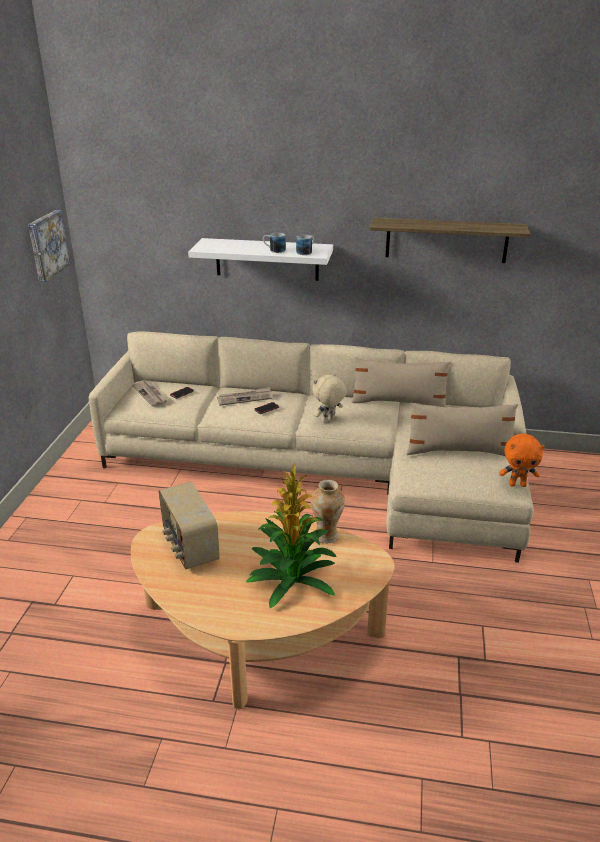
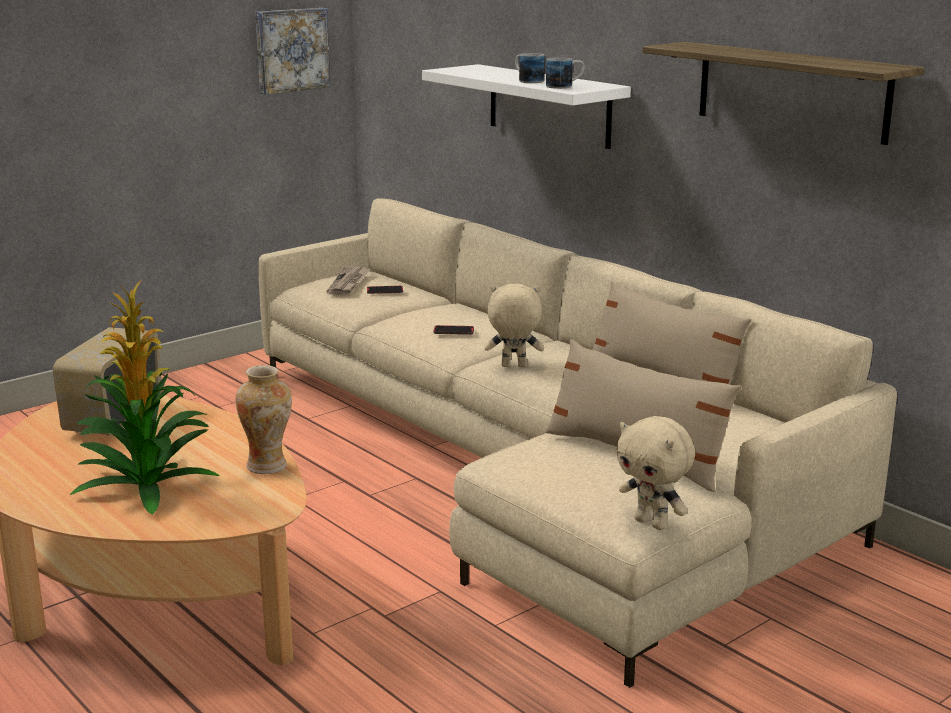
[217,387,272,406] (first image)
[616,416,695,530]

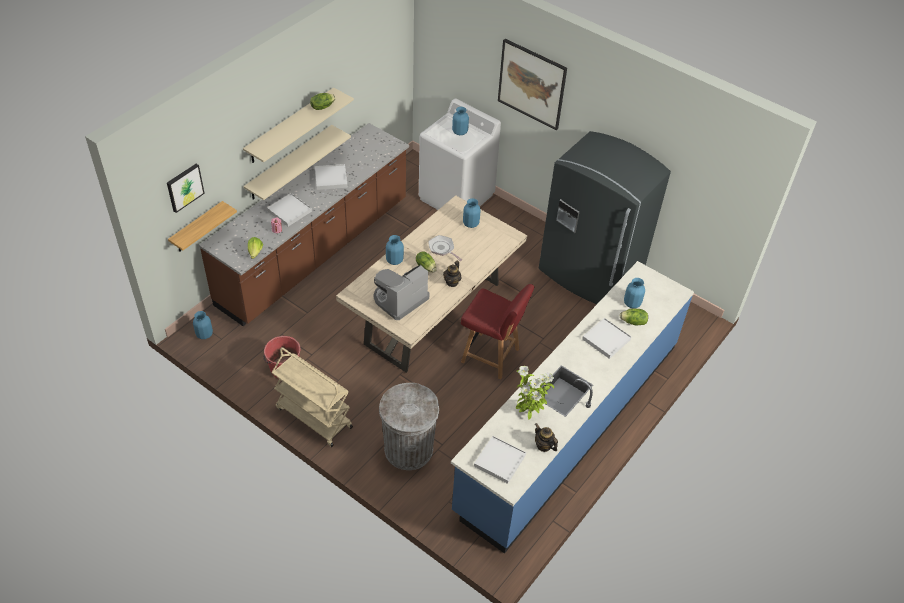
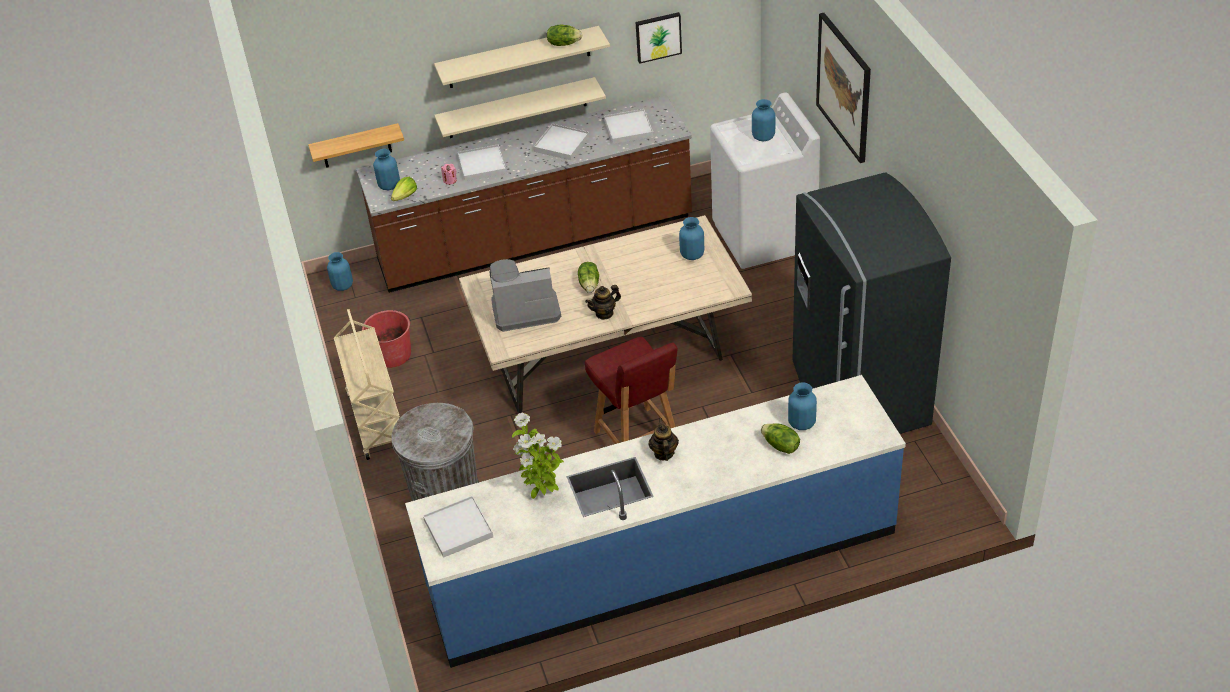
[428,235,463,261] (first image)
[636,12,682,64]
[373,149,400,190]
[648,418,679,461]
[604,109,653,144]

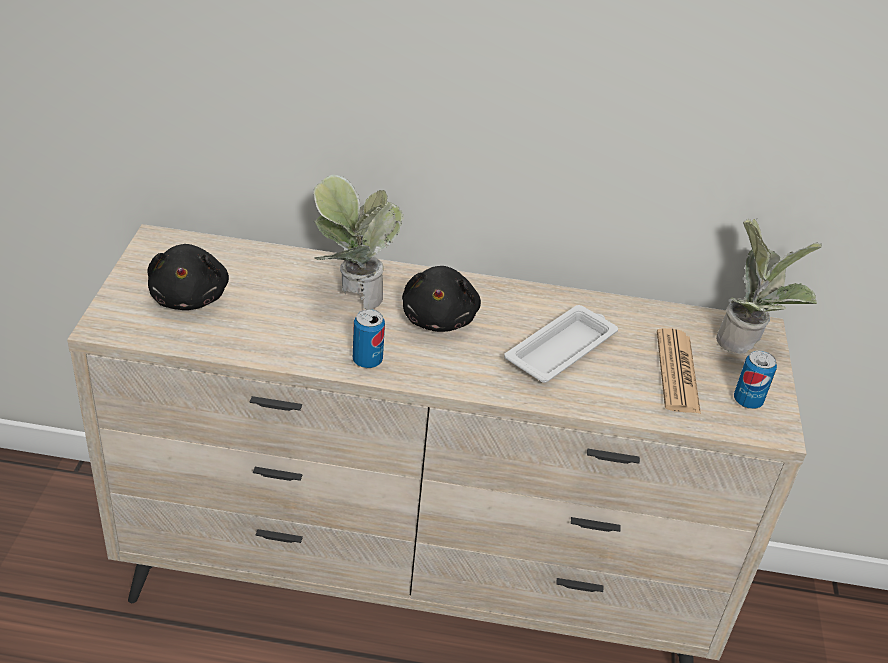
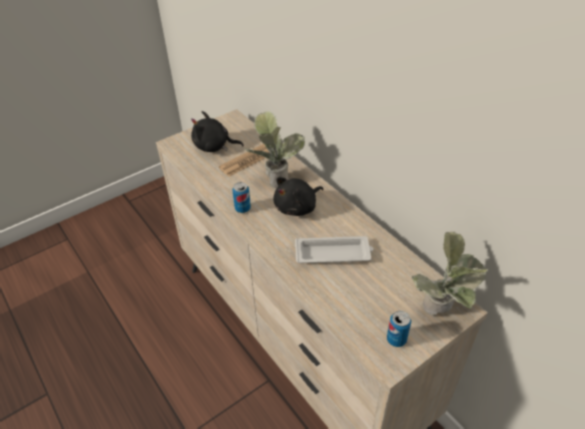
[219,144,270,177]
[191,111,244,152]

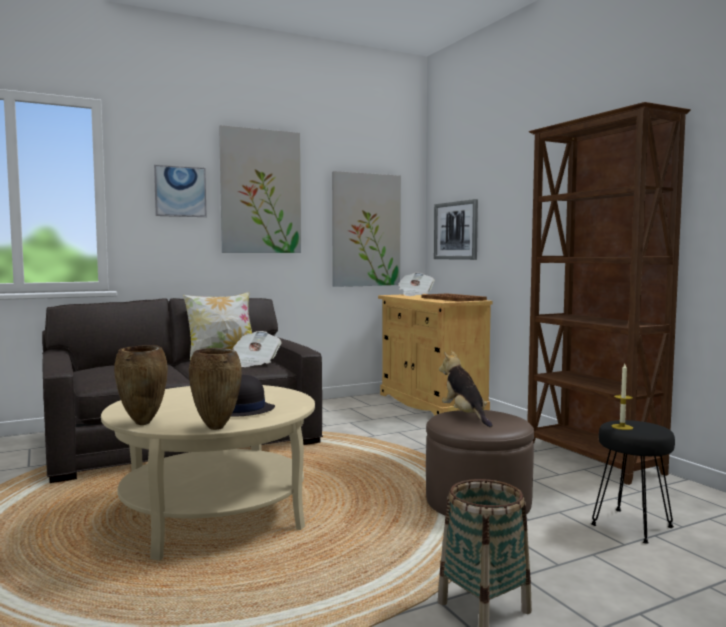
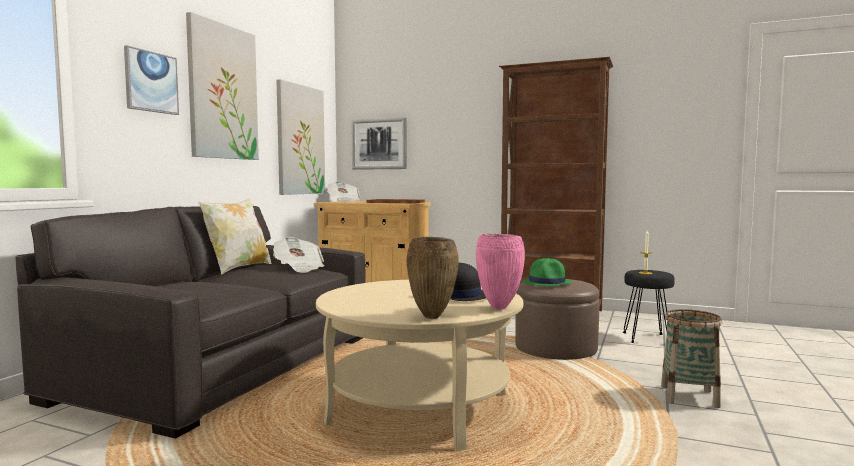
[522,258,573,286]
[476,234,525,310]

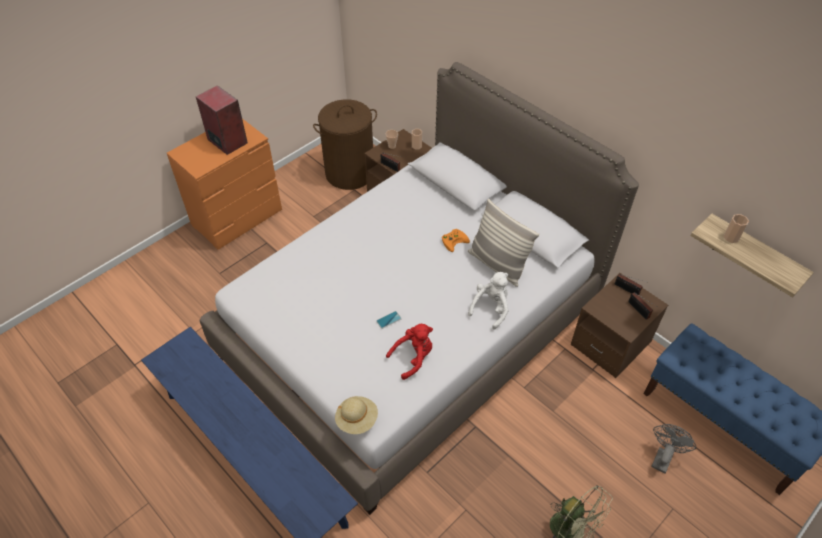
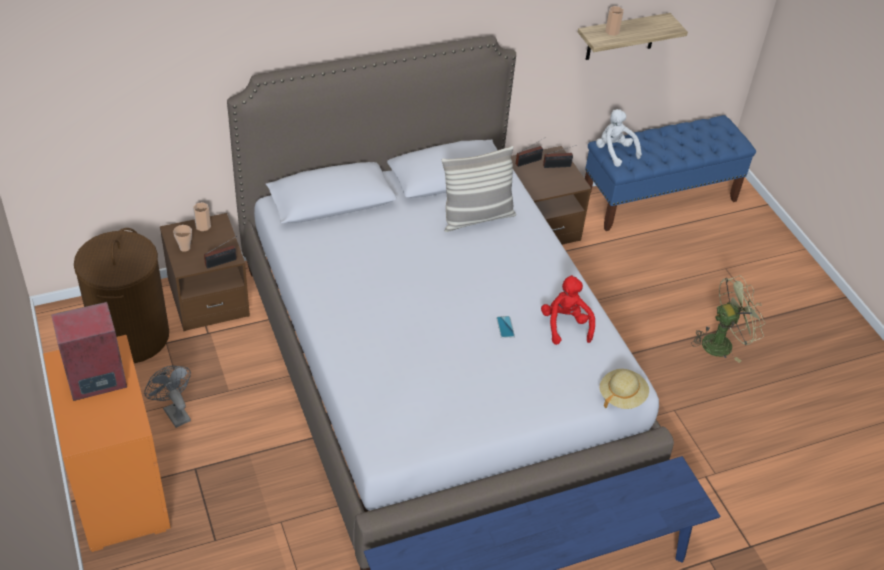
[442,229,470,252] (first image)
[596,109,642,167]
[144,366,191,428]

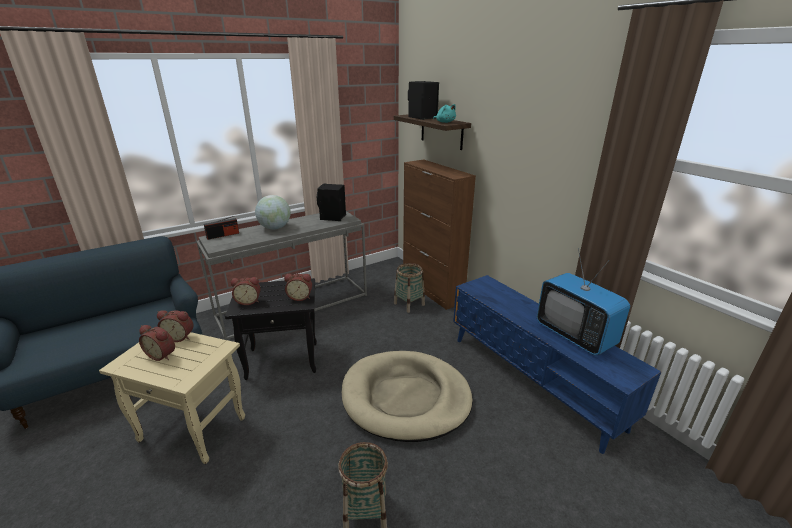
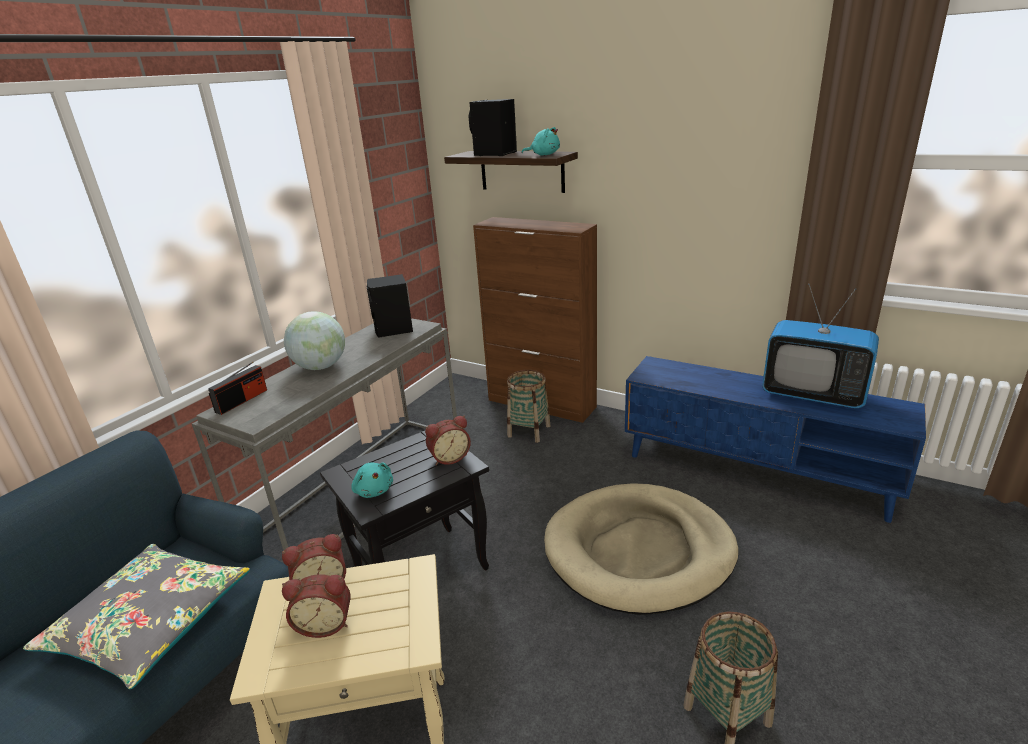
[23,544,250,689]
[351,463,393,498]

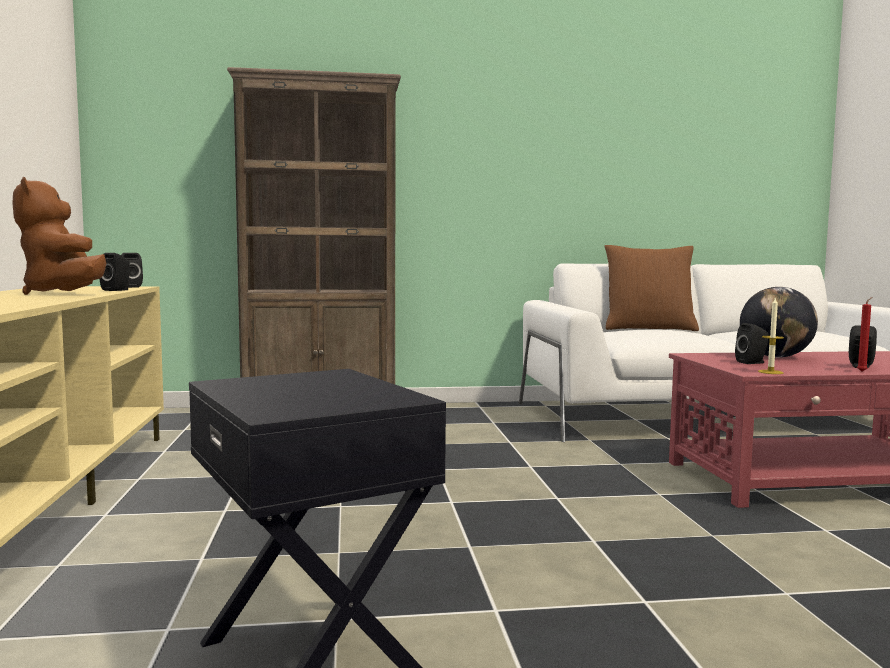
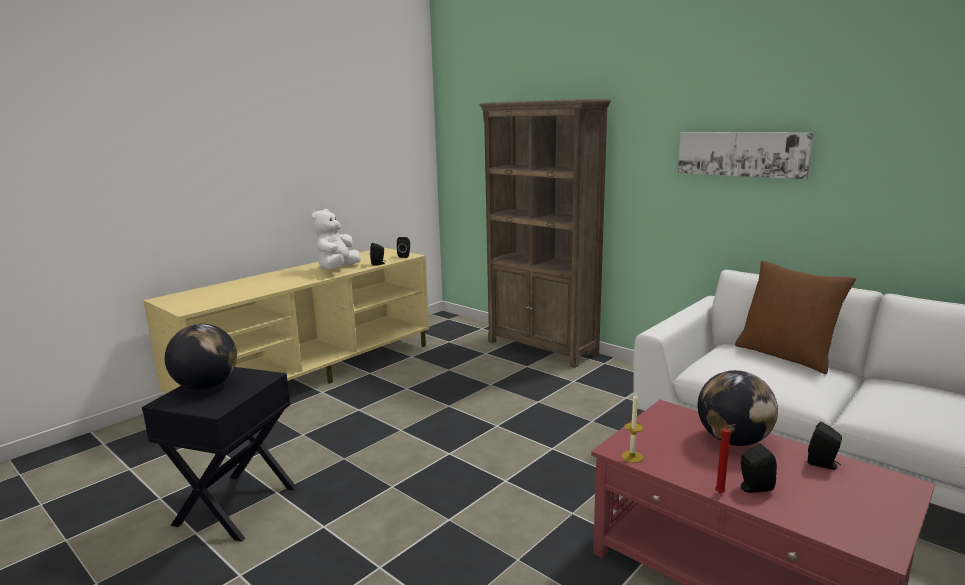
[165,324,237,390]
[678,132,814,180]
[808,422,842,470]
[311,209,361,269]

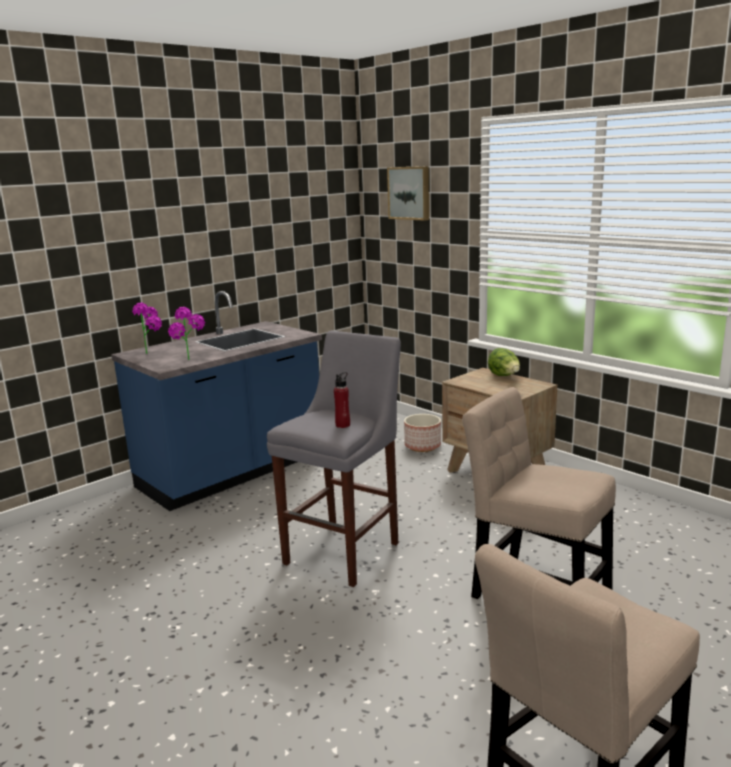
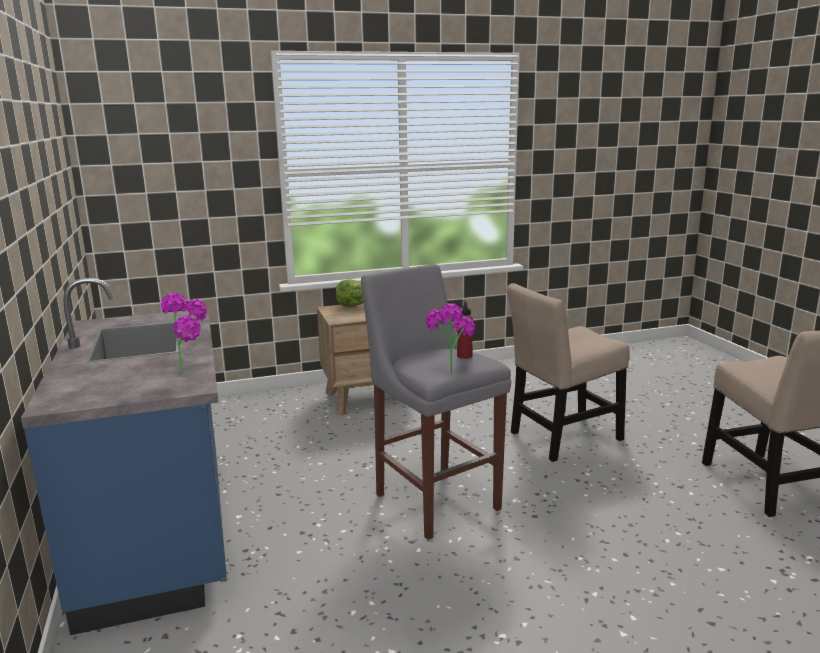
[387,166,429,221] (first image)
[404,414,441,452] (first image)
[426,303,475,375]

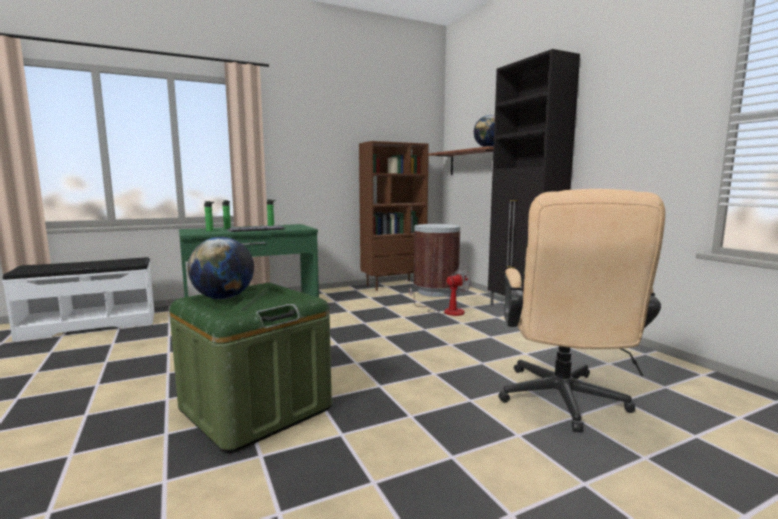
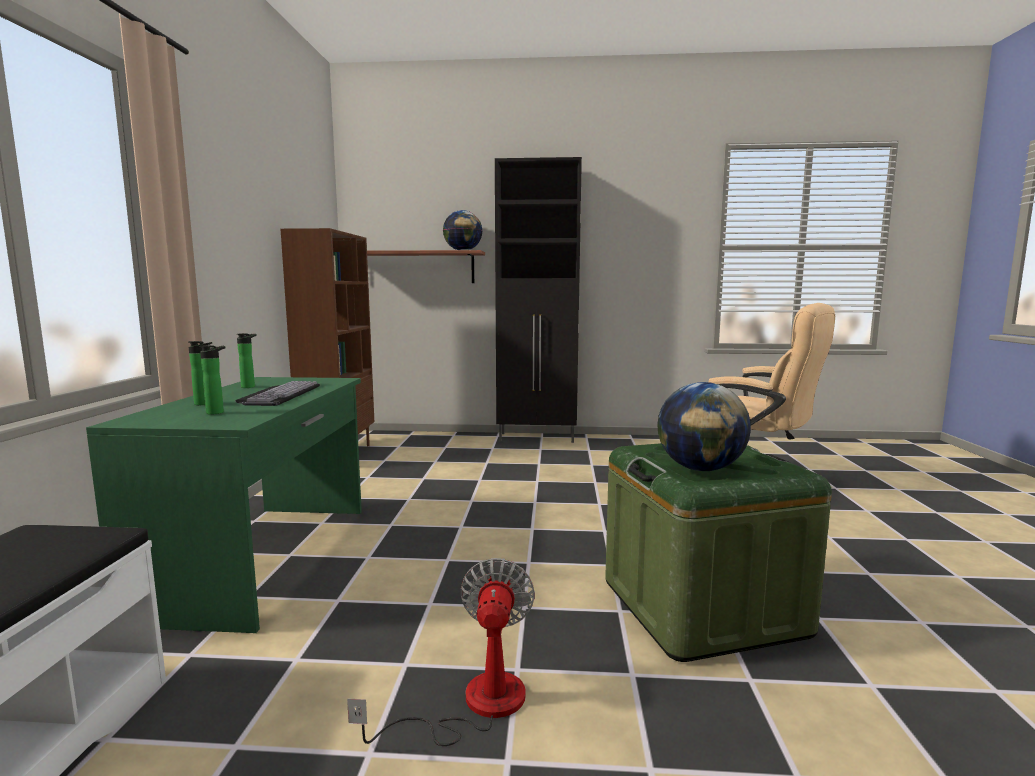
[414,224,461,297] (first image)
[347,558,535,746]

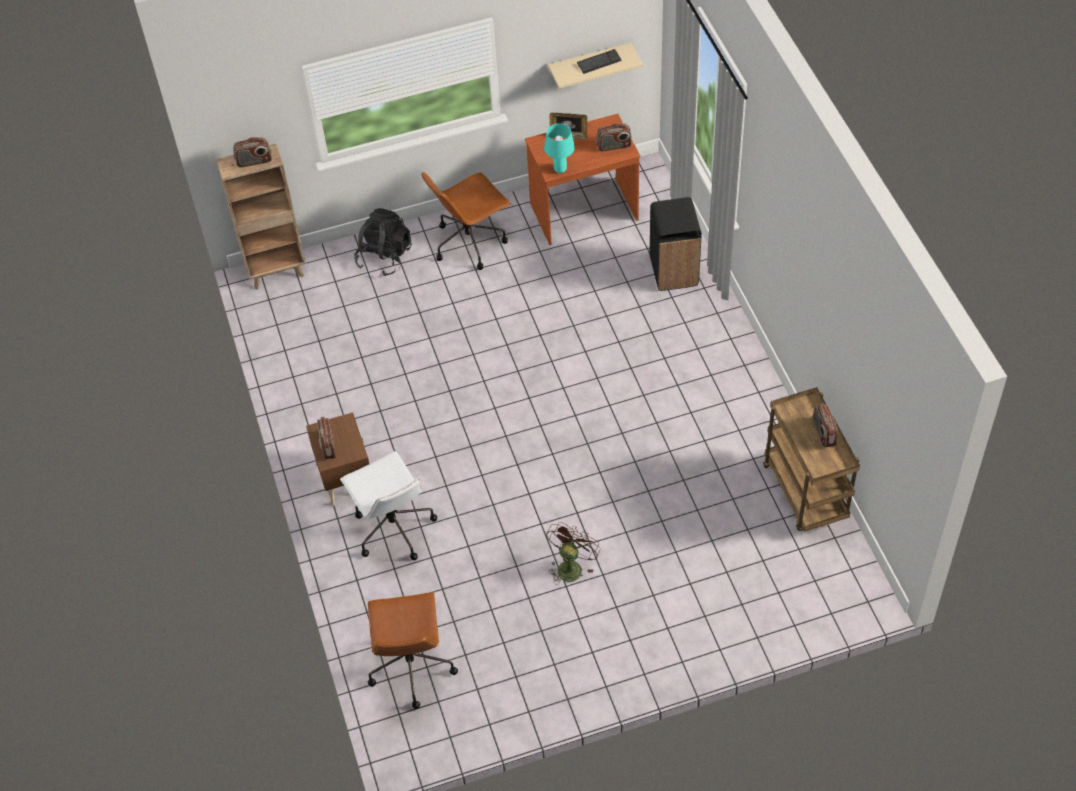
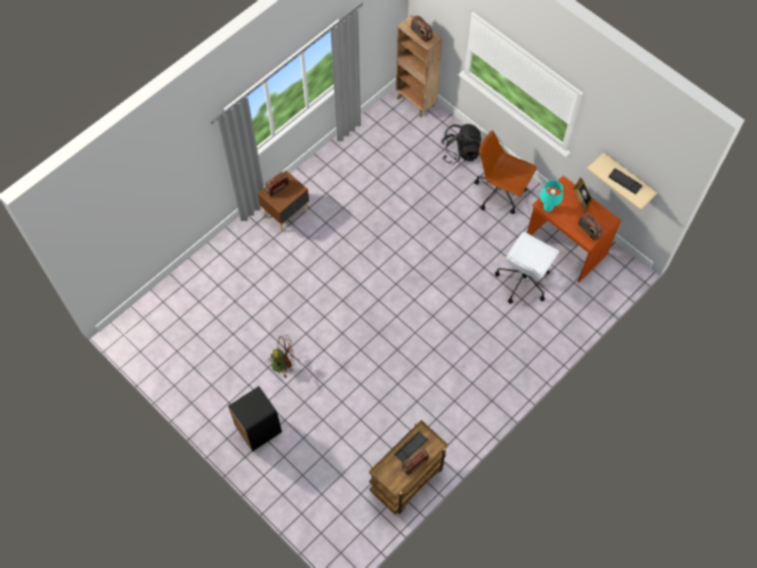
[367,592,458,709] (first image)
[394,432,427,463]
[495,232,560,304]
[228,386,282,451]

